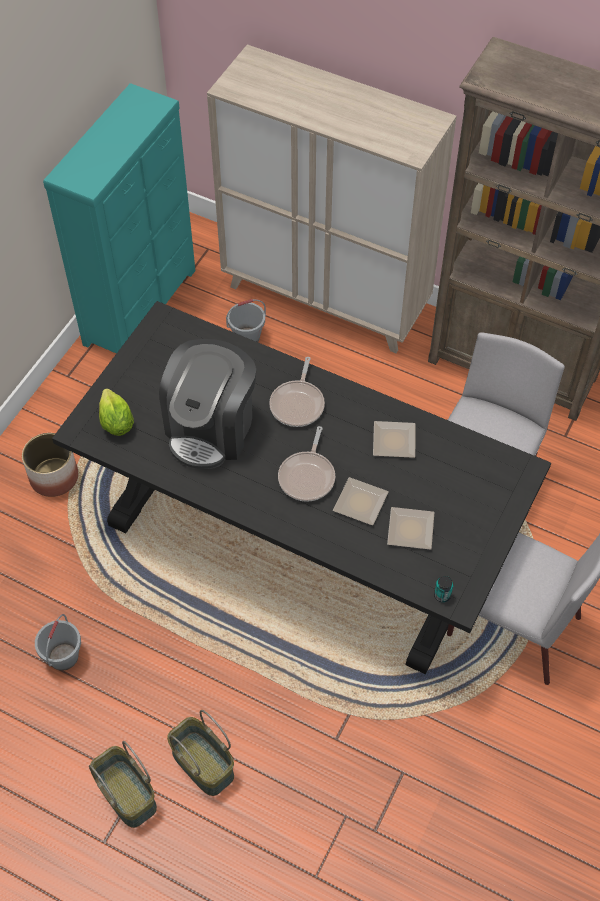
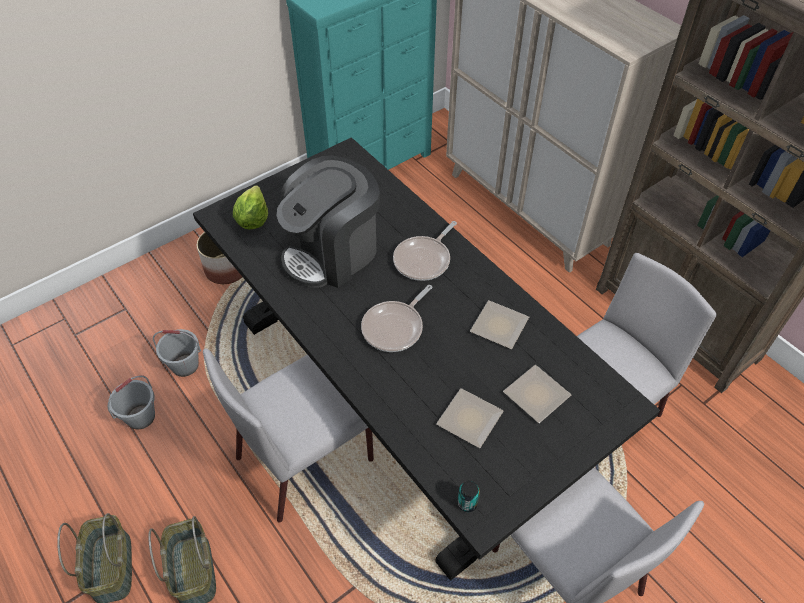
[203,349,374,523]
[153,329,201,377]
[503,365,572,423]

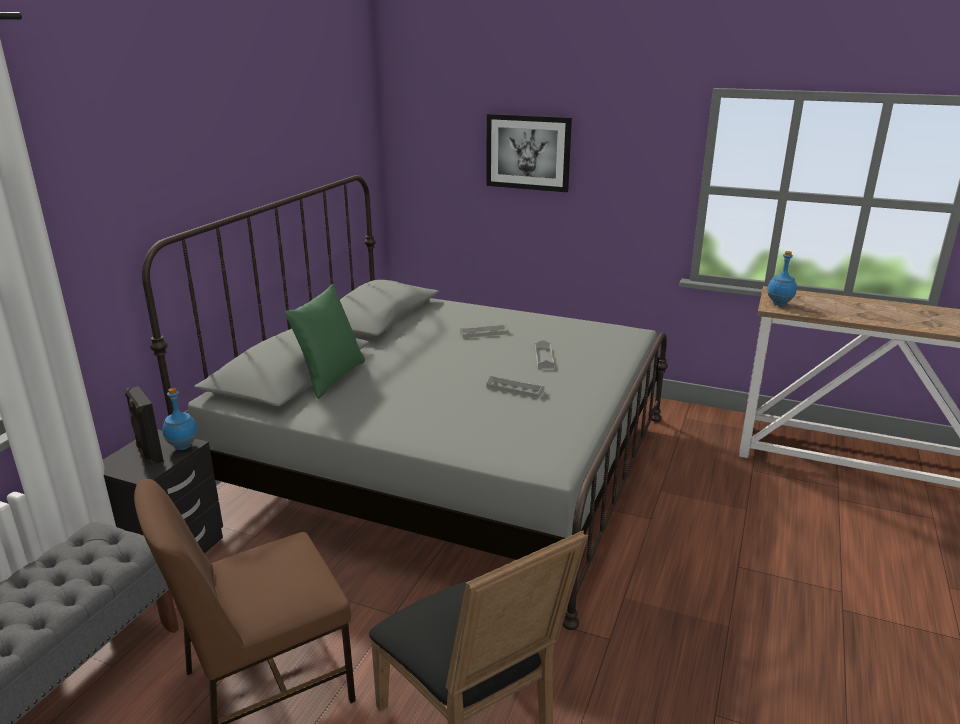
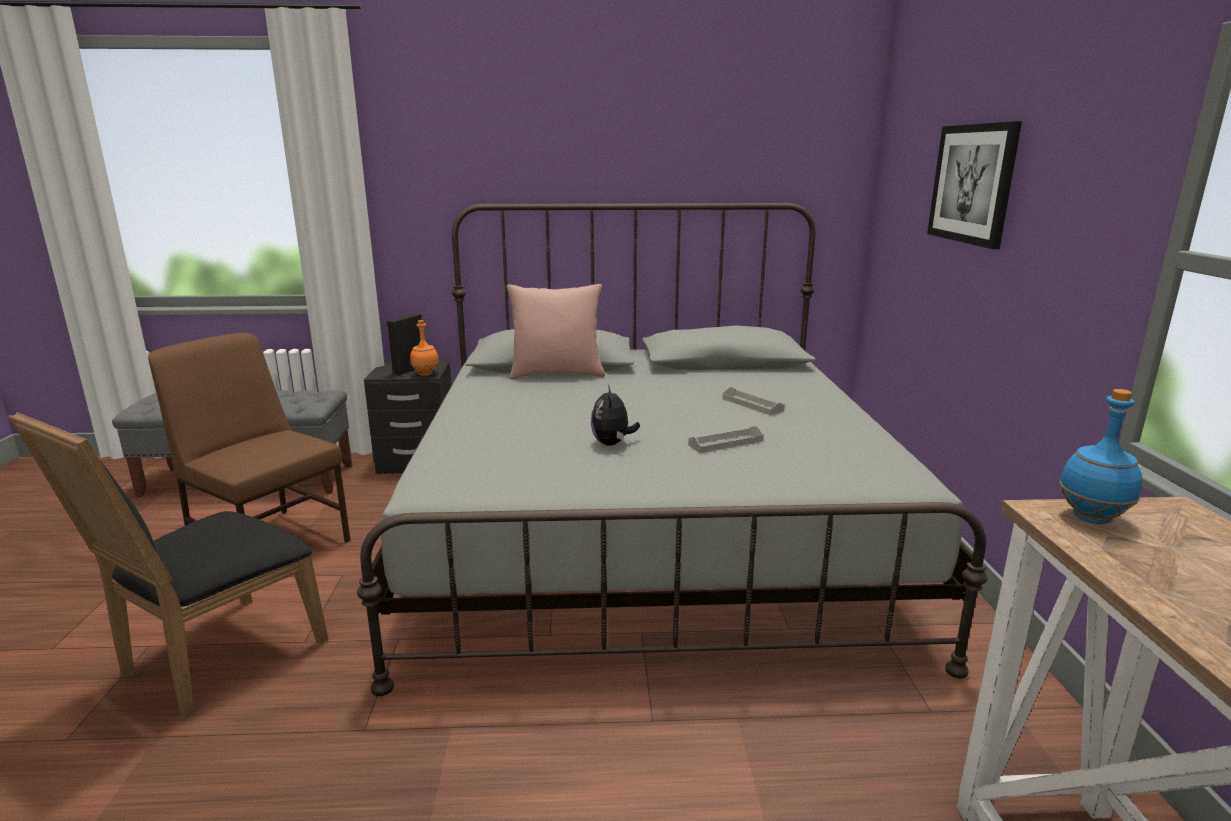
[591,385,640,446]
[410,320,439,376]
[507,284,605,379]

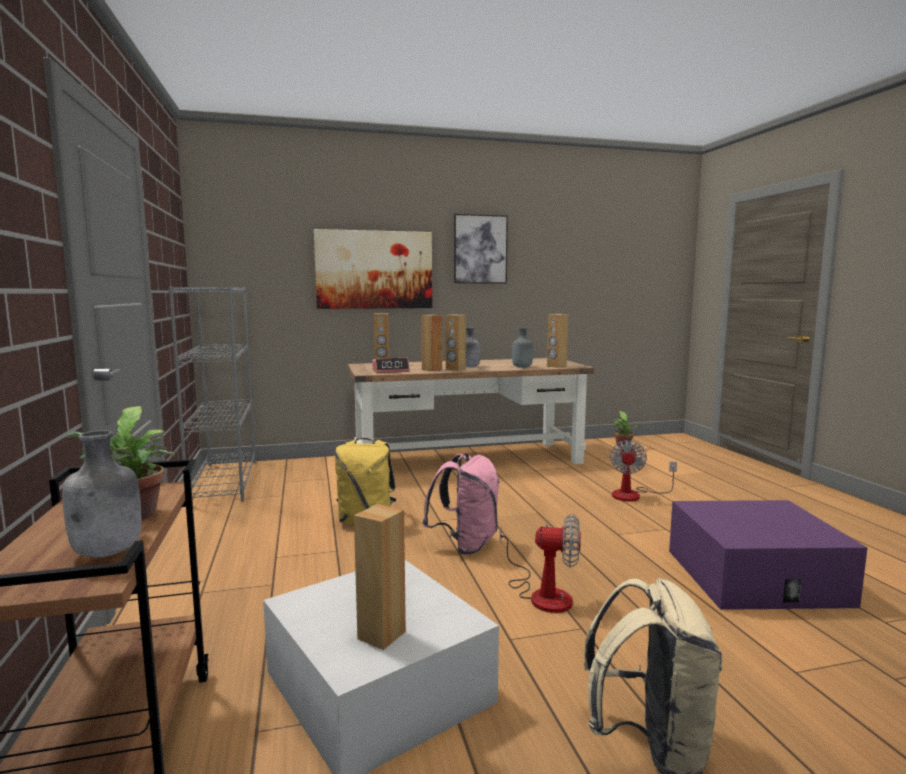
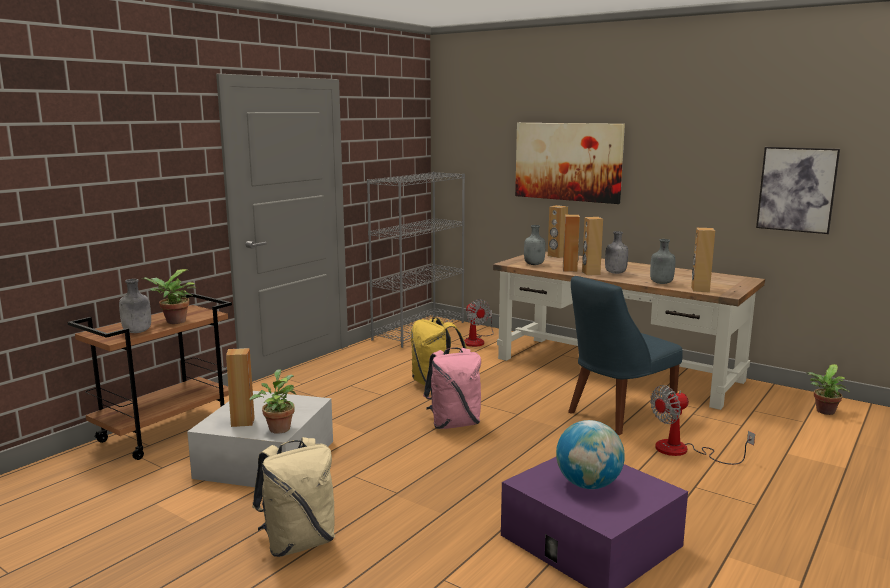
[250,369,296,434]
[556,420,625,489]
[568,276,683,435]
[756,147,840,234]
[464,299,494,347]
[524,225,545,265]

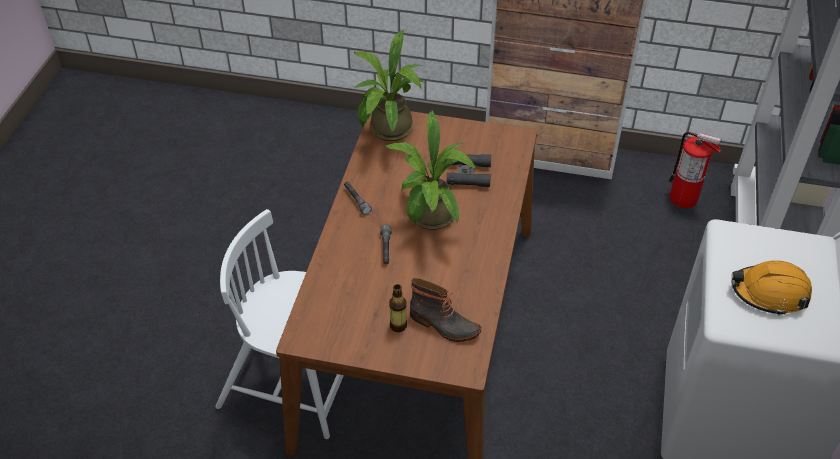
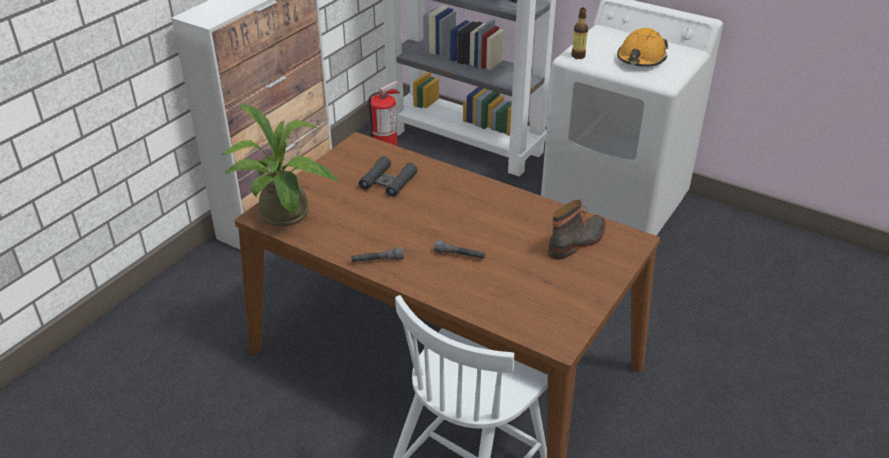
[384,110,476,230] (first image)
[571,8,588,59]

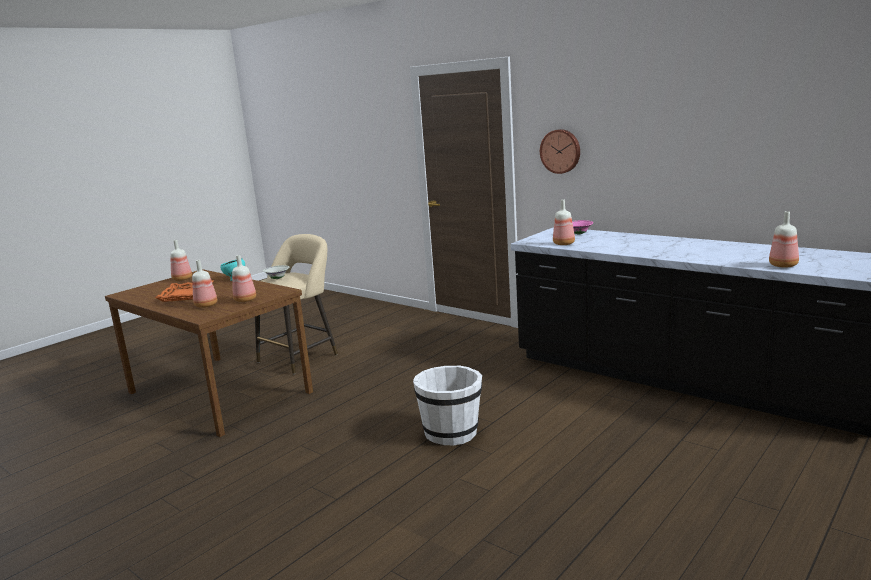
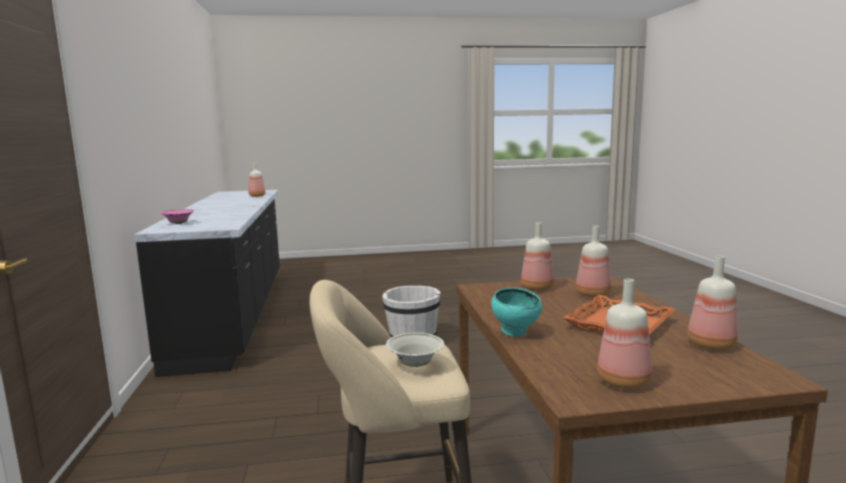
[540,129,580,174] (first image)
[687,256,738,351]

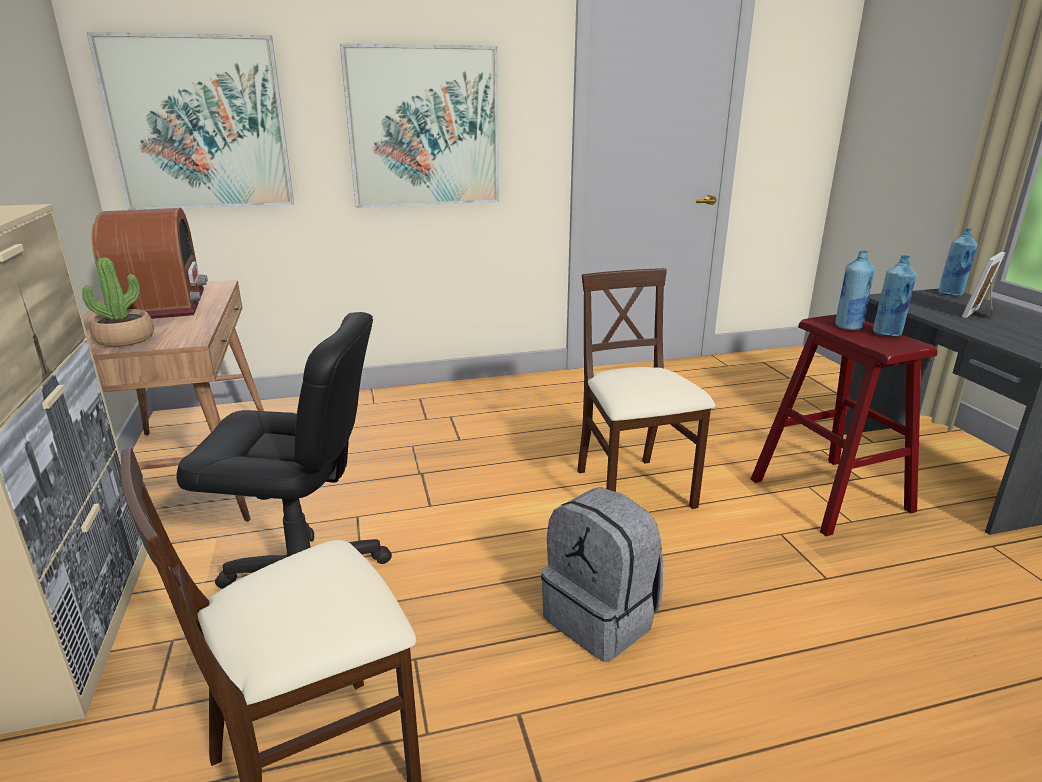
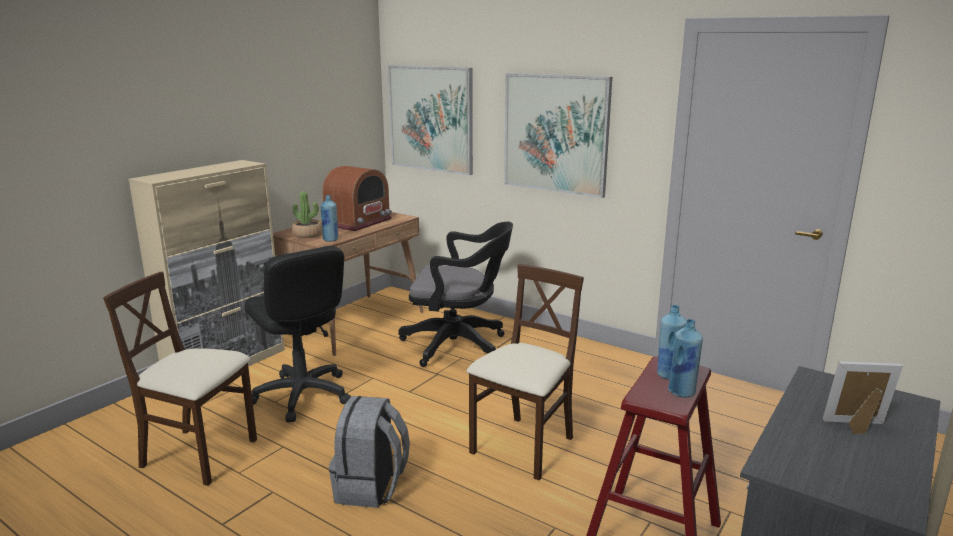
[398,222,513,367]
[321,195,338,242]

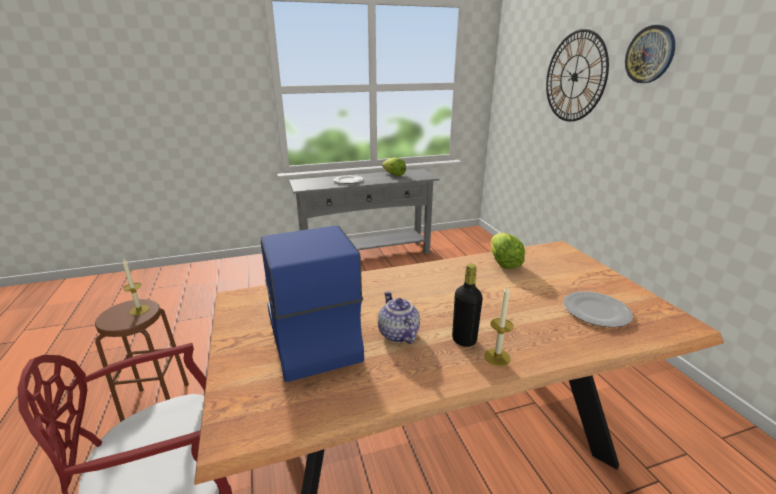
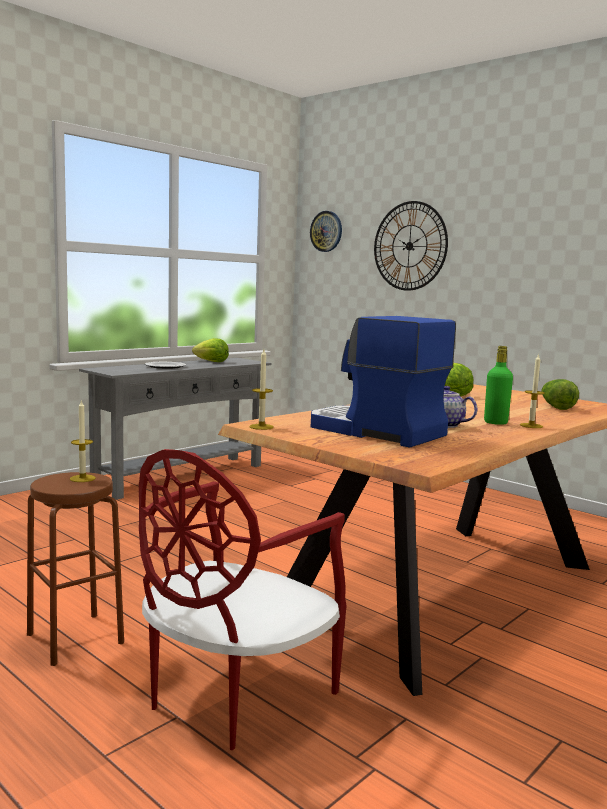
[249,349,274,430]
[310,211,342,252]
[542,379,579,410]
[484,346,513,425]

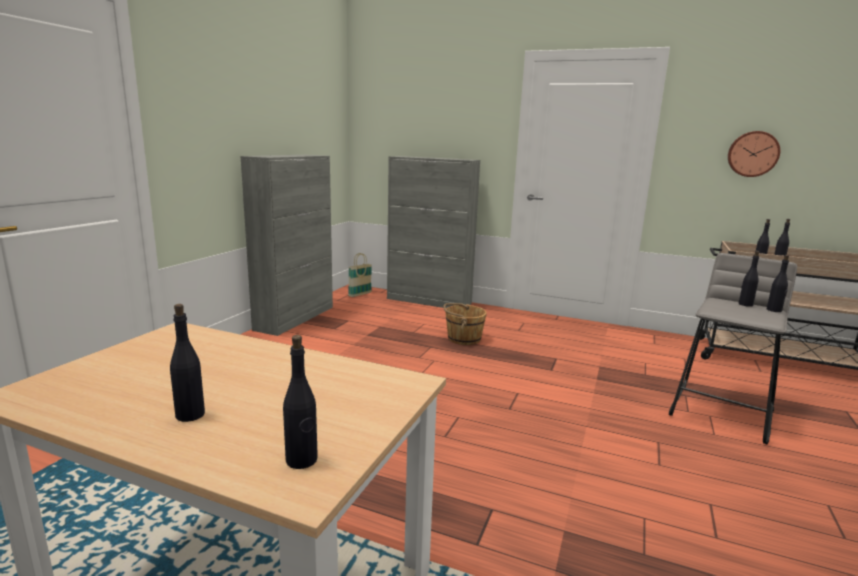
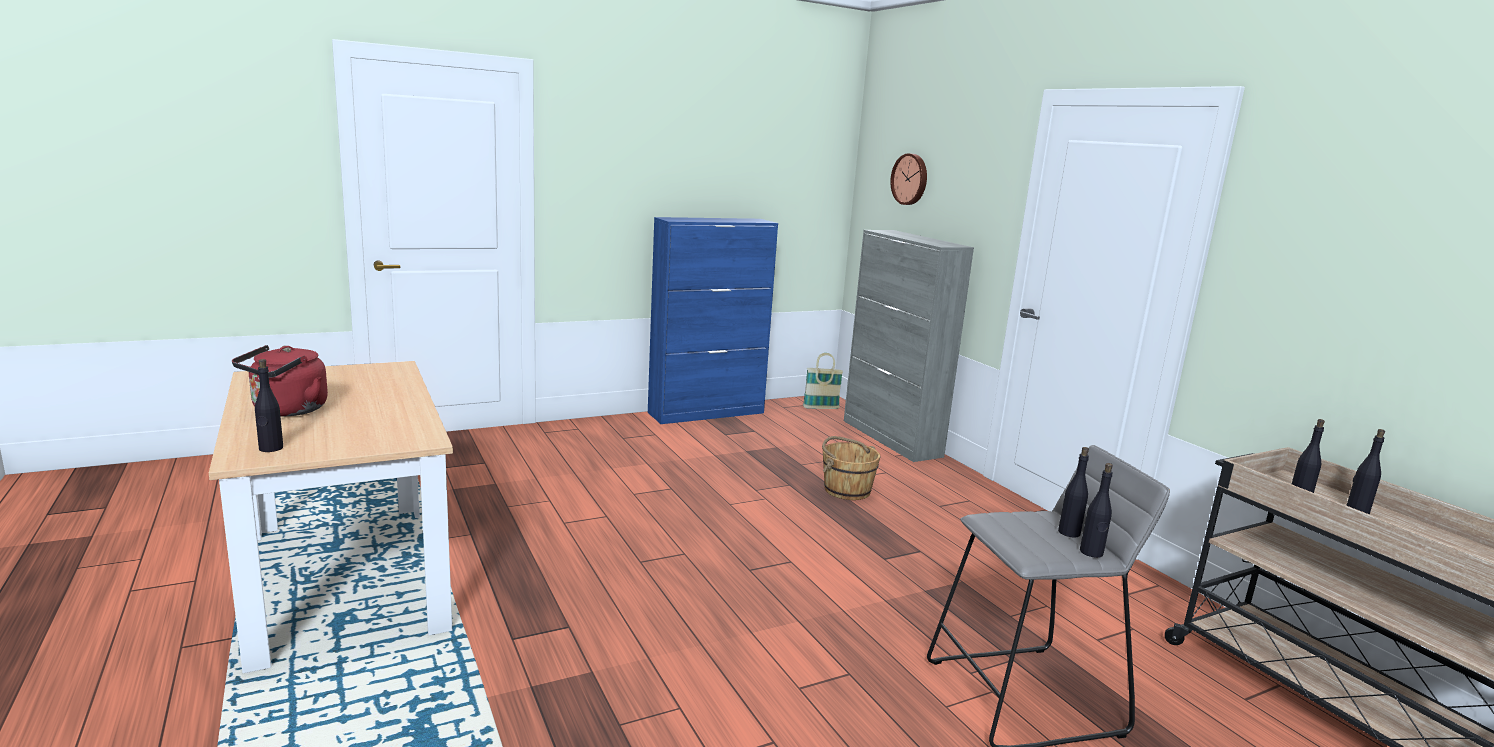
[890,153,927,205]
[232,345,328,416]
[648,217,778,424]

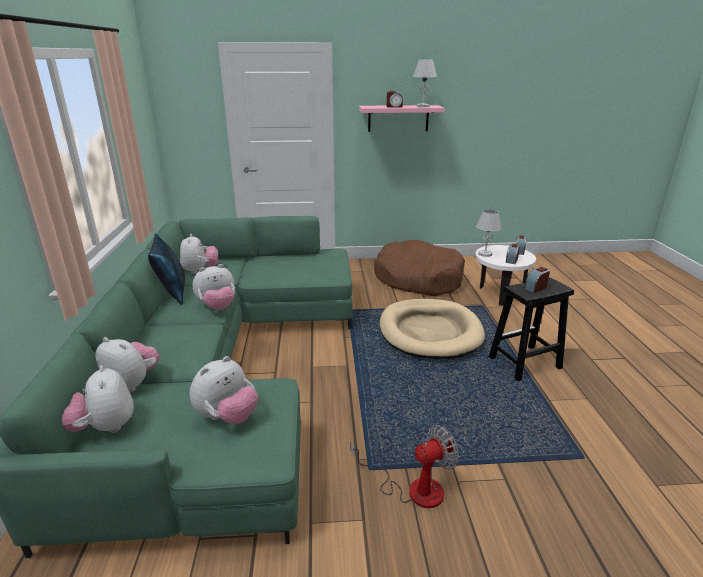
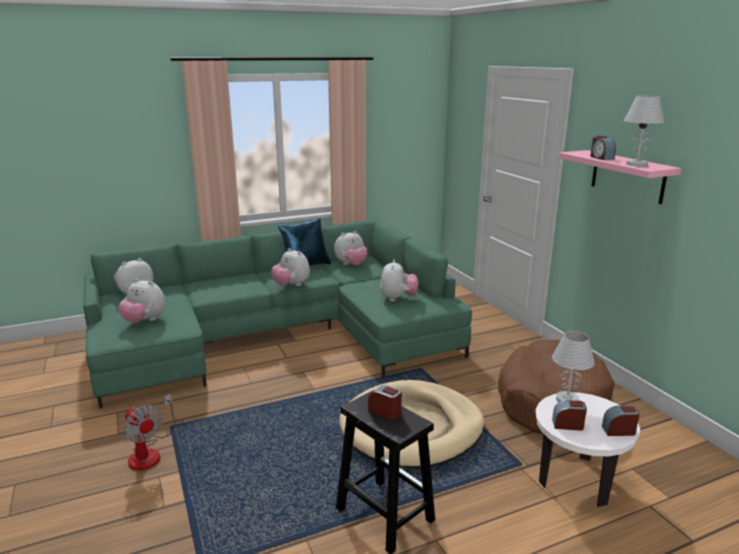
[380,260,418,302]

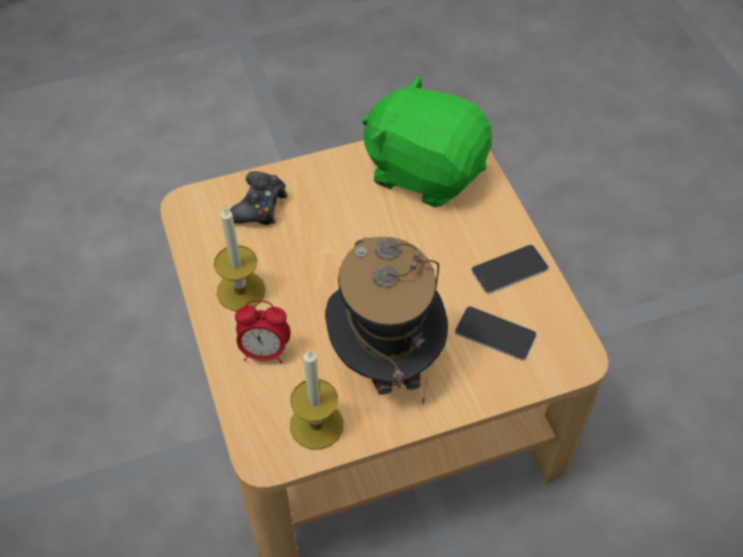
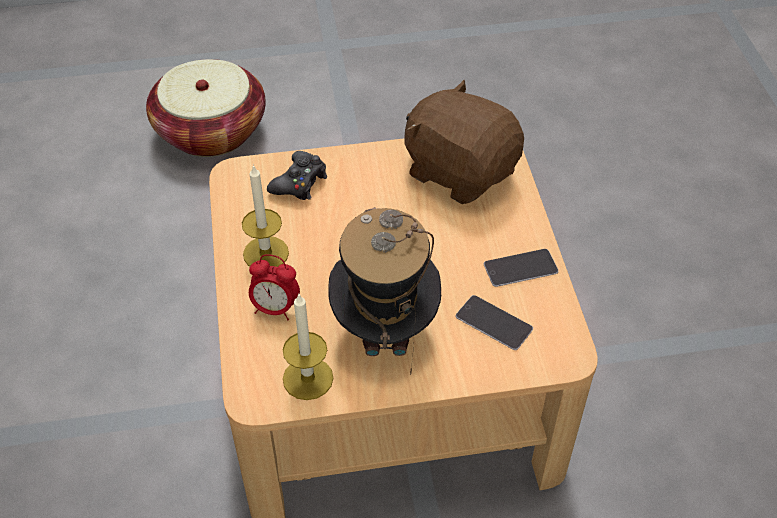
[146,59,266,157]
[404,80,524,204]

